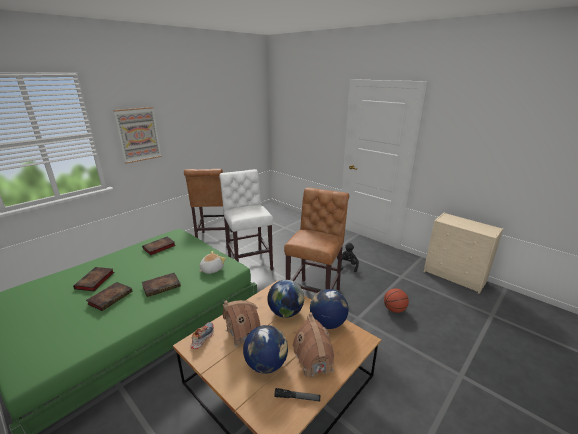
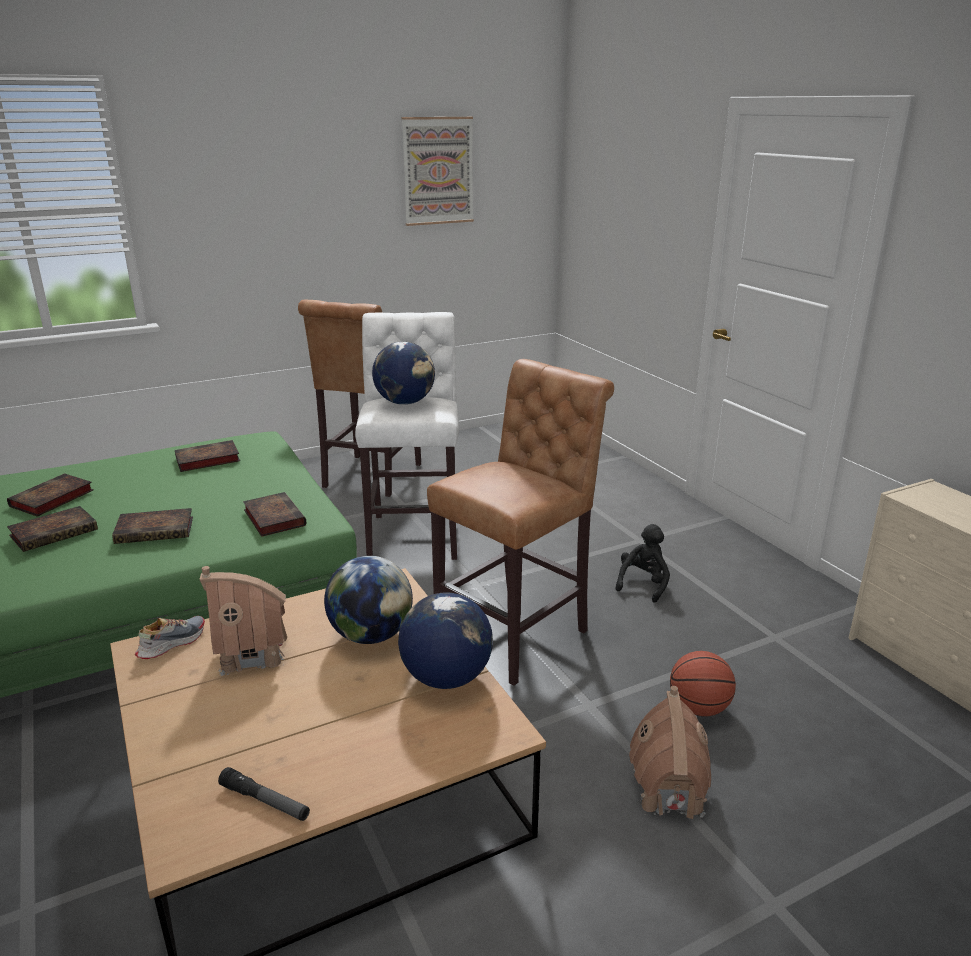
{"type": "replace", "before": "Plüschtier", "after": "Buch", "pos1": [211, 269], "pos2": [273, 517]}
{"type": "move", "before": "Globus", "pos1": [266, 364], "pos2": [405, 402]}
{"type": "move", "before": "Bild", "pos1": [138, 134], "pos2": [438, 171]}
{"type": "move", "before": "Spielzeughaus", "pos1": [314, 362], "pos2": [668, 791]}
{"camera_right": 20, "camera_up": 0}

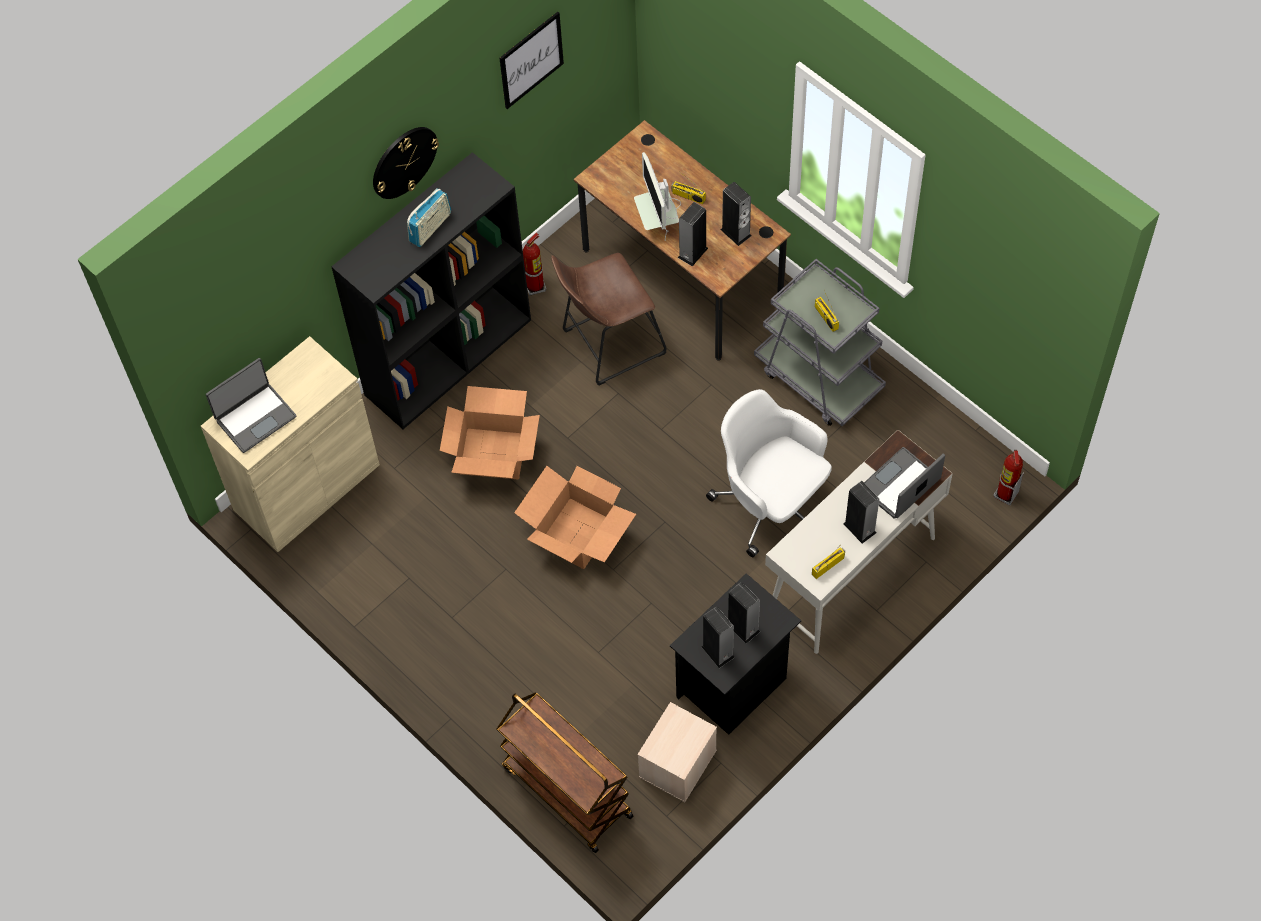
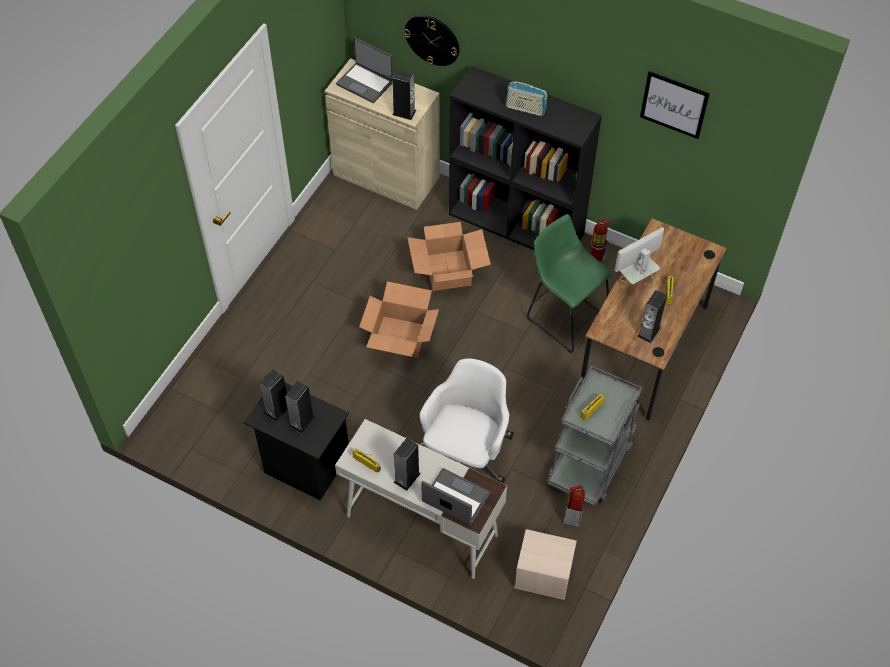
{"type": "move", "before": "Lautsprecher", "pos1": [692, 252], "pos2": [404, 112]}
{"type": "move", "before": "Wanduhr", "pos1": [404, 162], "pos2": [432, 40]}
{"type": "move", "before": "Aufbewahrungsbox [beige]", "pos1": [678, 765], "pos2": [542, 575]}
{"type": "recolor", "before": "Hocker [braun]", "after": "Hocker [grün]", "pos1": [608, 344], "pos2": [565, 315]}
{"type": "move", "before": "Feuerlöscher", "pos1": [1005, 495], "pos2": [572, 518]}
{"type": "delete", "before": "Rollwagen [braun]", "pos1": [566, 791]}
{"camera_right": 70, "camera_up": -5}

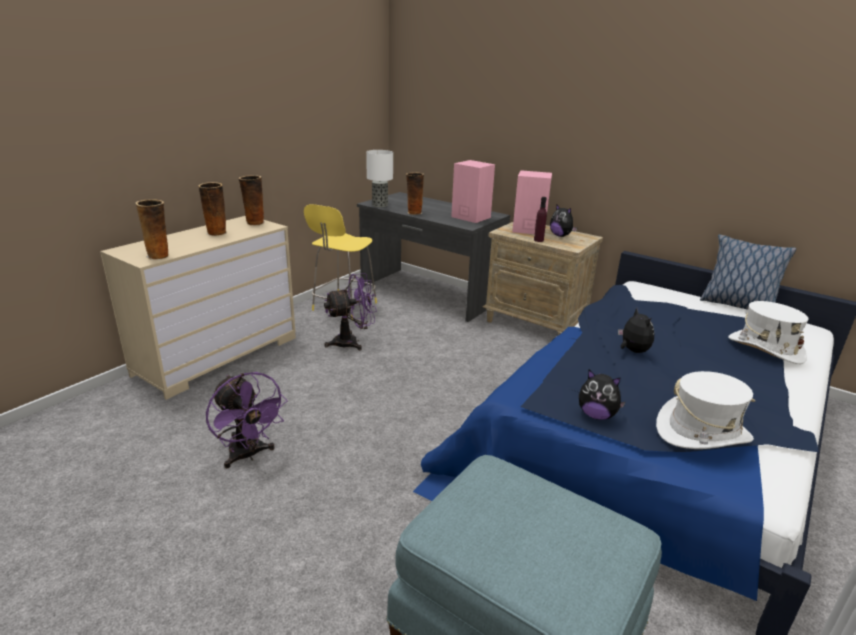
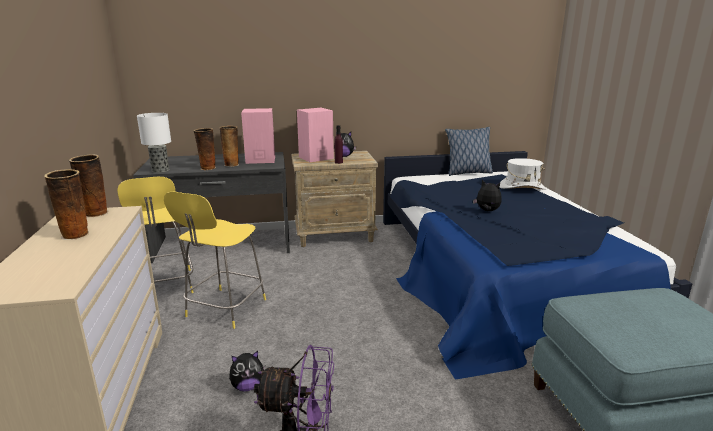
{"type": "replace", "before": "Ventilator [lila]", "after": "Hocker [gelb]", "pos1": [352, 342], "pos2": [224, 309]}
{"type": "move", "before": "Vase", "pos1": [159, 256], "pos2": [232, 164]}
{"type": "move", "before": "Plüschtier", "pos1": [596, 415], "pos2": [248, 386]}
{"type": "delete", "before": "Hut [weiß]", "pos1": [702, 433]}
{"camera_right": -45, "camera_up": -5}

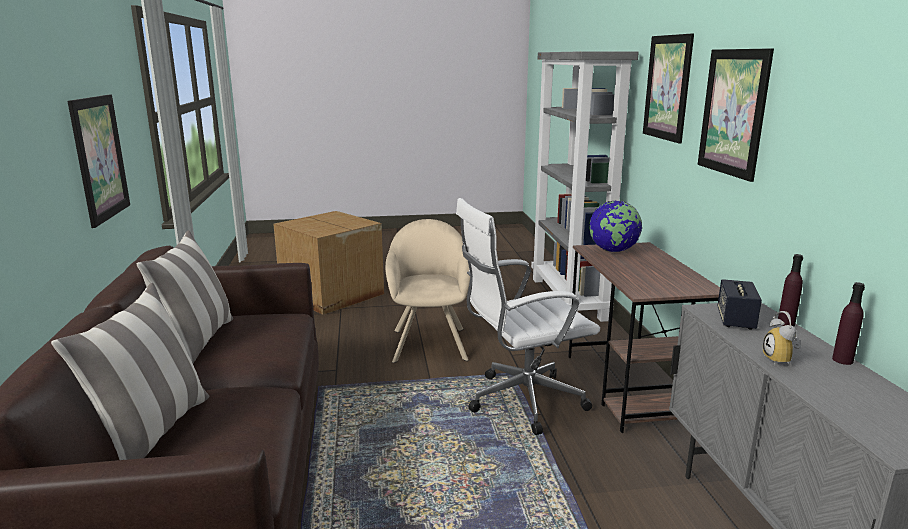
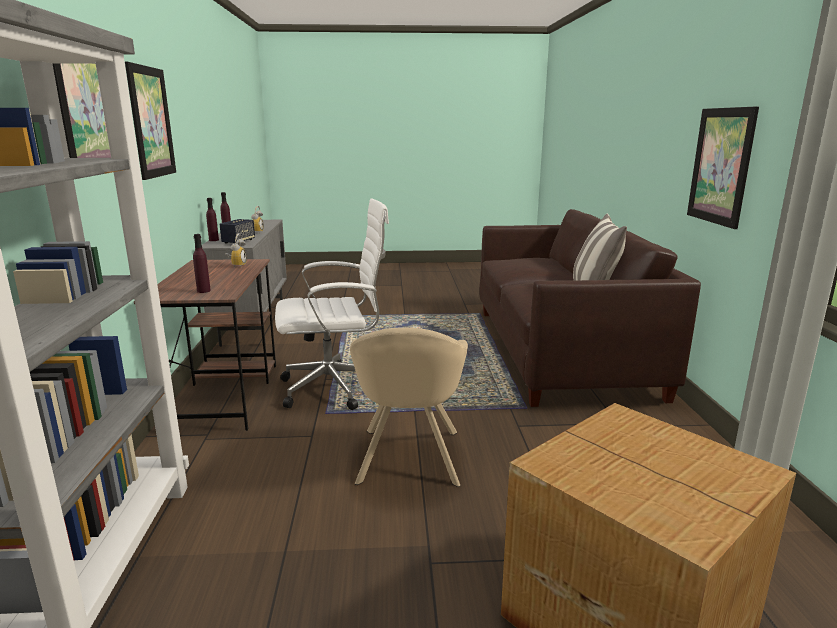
{"type": "replace", "before": "Globus", "after": "Flasche [lila]", "pos1": [613, 251], "pos2": [203, 291]}
{"type": "insert", "after": "Wecker", "pos2": [237, 265]}
{"type": "delete", "before": "Kissen", "pos1": [152, 432]}
{"camera_right": -175, "camera_up": 0}

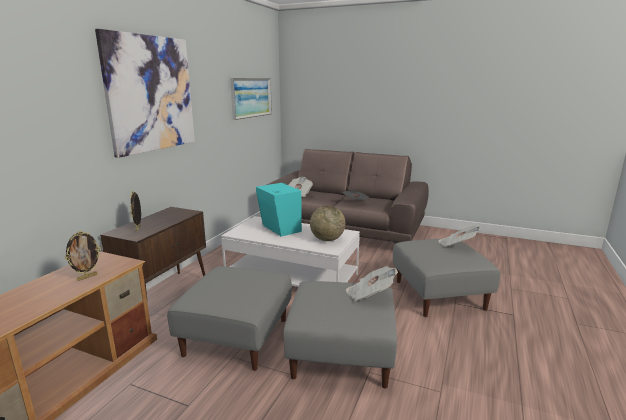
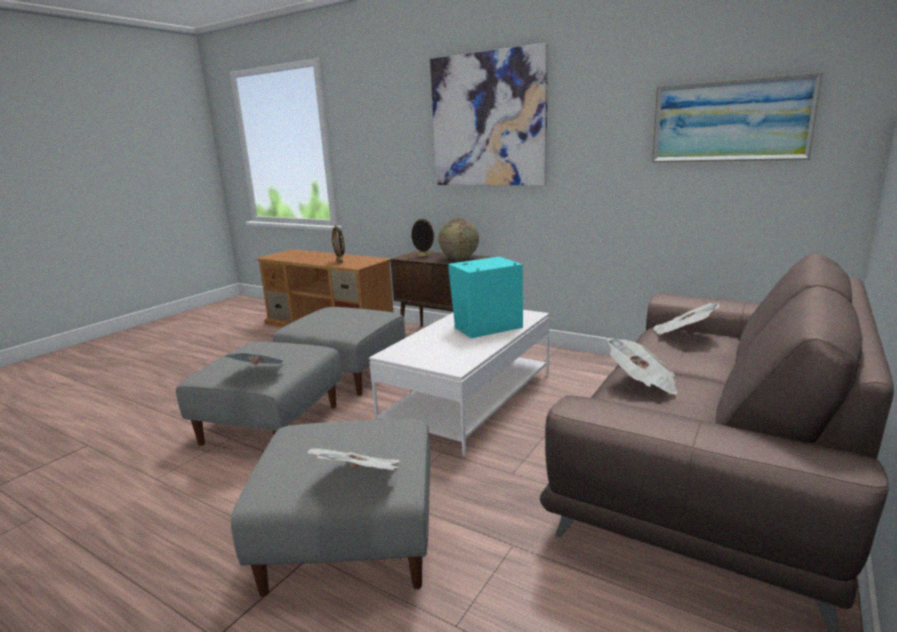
{"type": "move", "before": "Globus", "pos1": [327, 239], "pos2": [459, 258]}
{"camera_right": 100, "camera_up": 0}

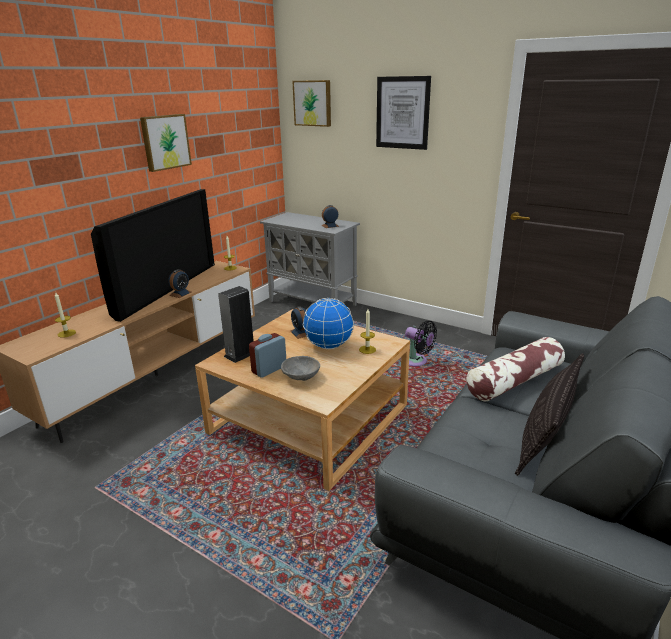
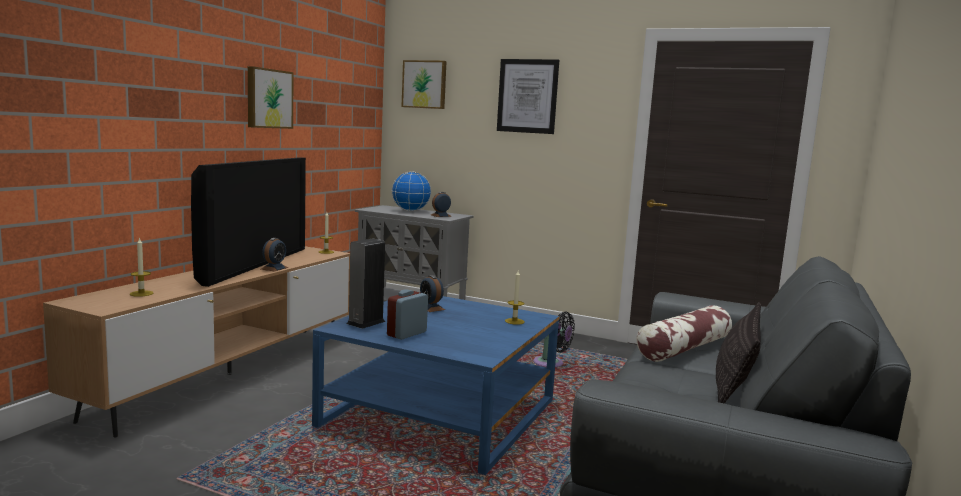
{"type": "recolor", "before": "Couchtisch [beige]", "after": "Couchtisch [blau]", "pos1": [309, 419], "pos2": [440, 413]}
{"type": "move", "before": "Globus", "pos1": [328, 346], "pos2": [410, 211]}
{"type": "delete", "before": "Schüssel [grau]", "pos1": [300, 377]}
{"camera_right": -10, "camera_up": -15}

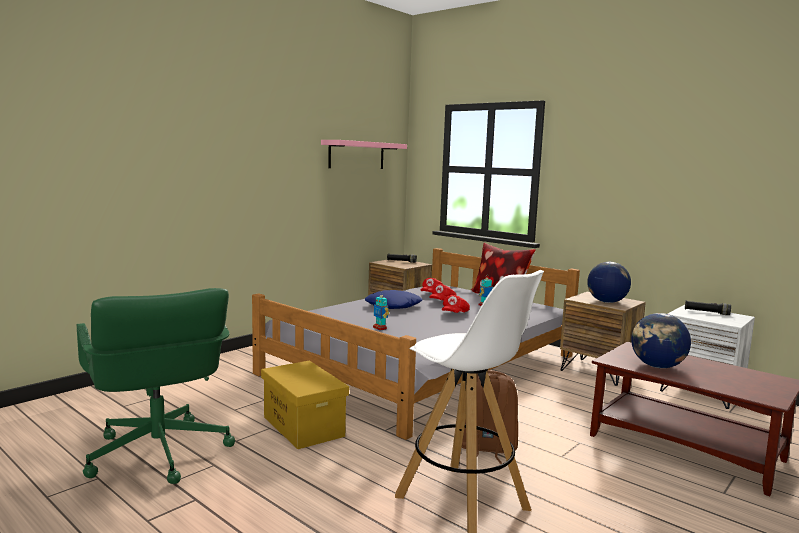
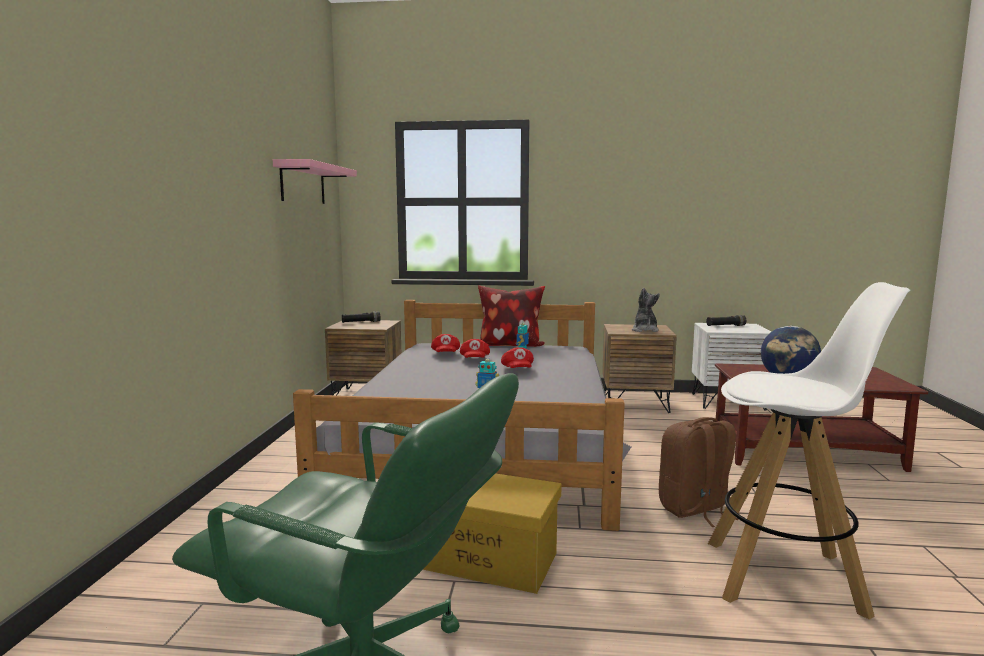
{"type": "replace", "before": "Globus", "after": "Plüschtier", "pos1": [606, 302], "pos2": [644, 330]}
{"type": "delete", "before": "Kissen [blau]", "pos1": [393, 306]}
{"camera_right": -35, "camera_up": 0}

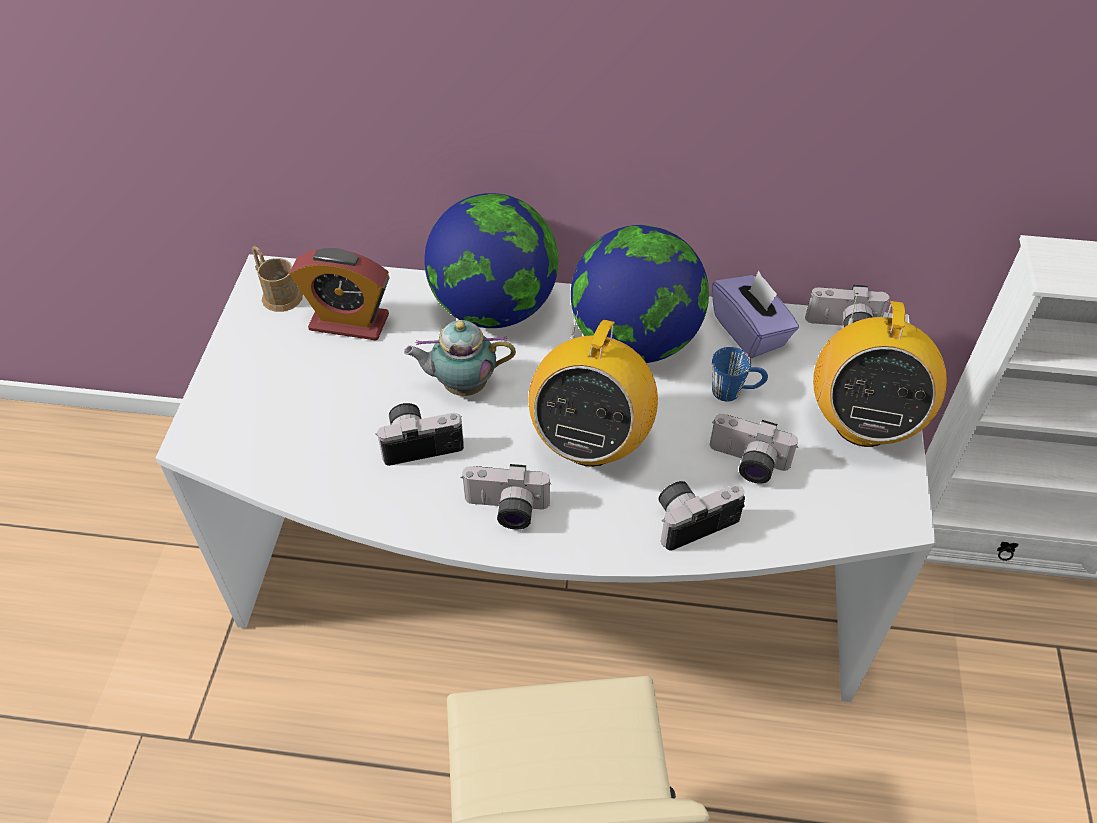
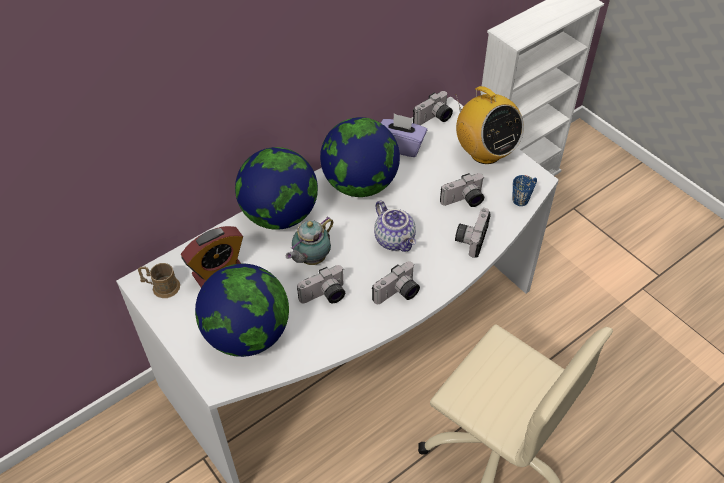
{"type": "insert", "after": "Globus", "pos2": [247, 335]}
{"type": "rotate", "before": "Kamera", "pos1": [420, 441], "pos2": [325, 296], "turn": -150}
{"type": "replace", "before": "Radio", "after": "Teekanne", "pos1": [590, 442], "pos2": [395, 240]}
{"type": "move", "before": "Henkelbecher [blau]", "pos1": [735, 391], "pos2": [523, 197]}
{"camera_right": -45, "camera_up": 0}

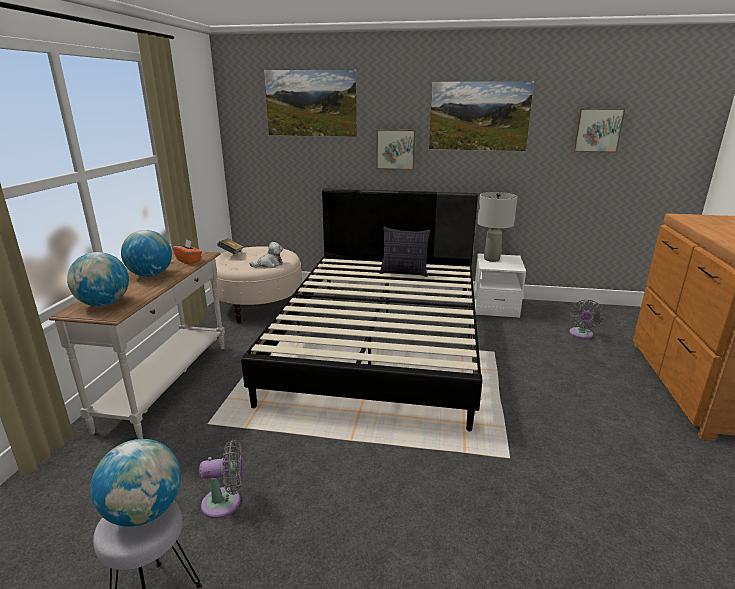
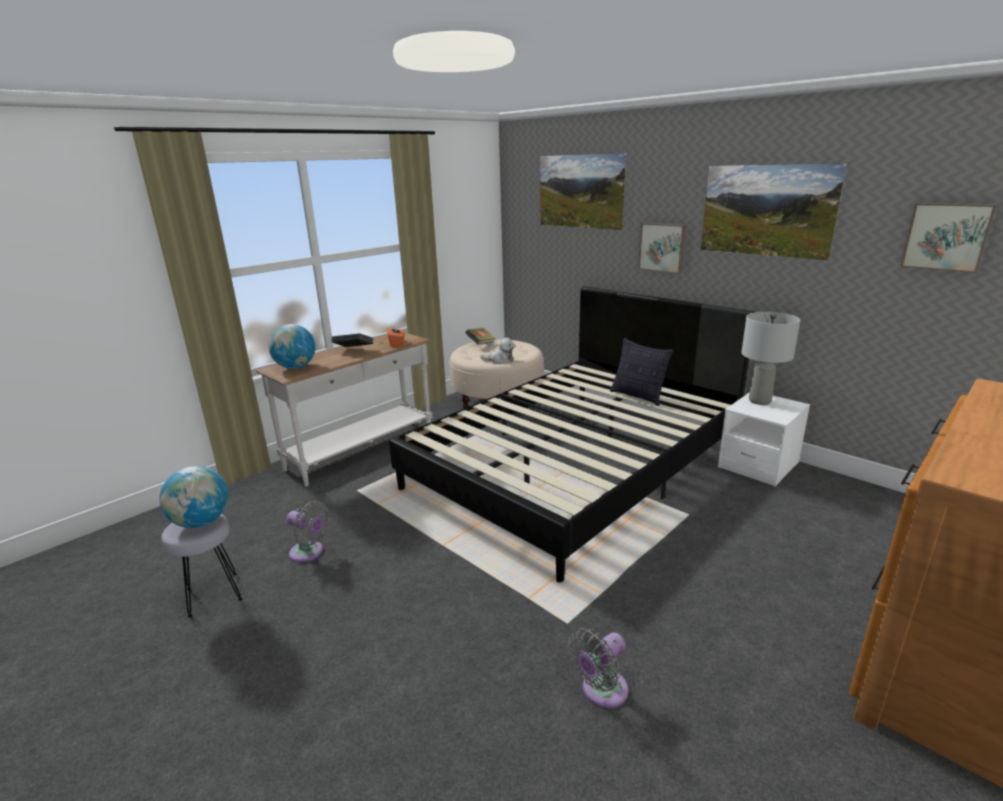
{"type": "replace", "before": "Globus", "after": "Buch", "pos1": [150, 275], "pos2": [354, 350]}
{"type": "move", "before": "Ventilator [grau]", "pos1": [581, 334], "pos2": [601, 691]}
{"camera_right": 35, "camera_up": 0}

